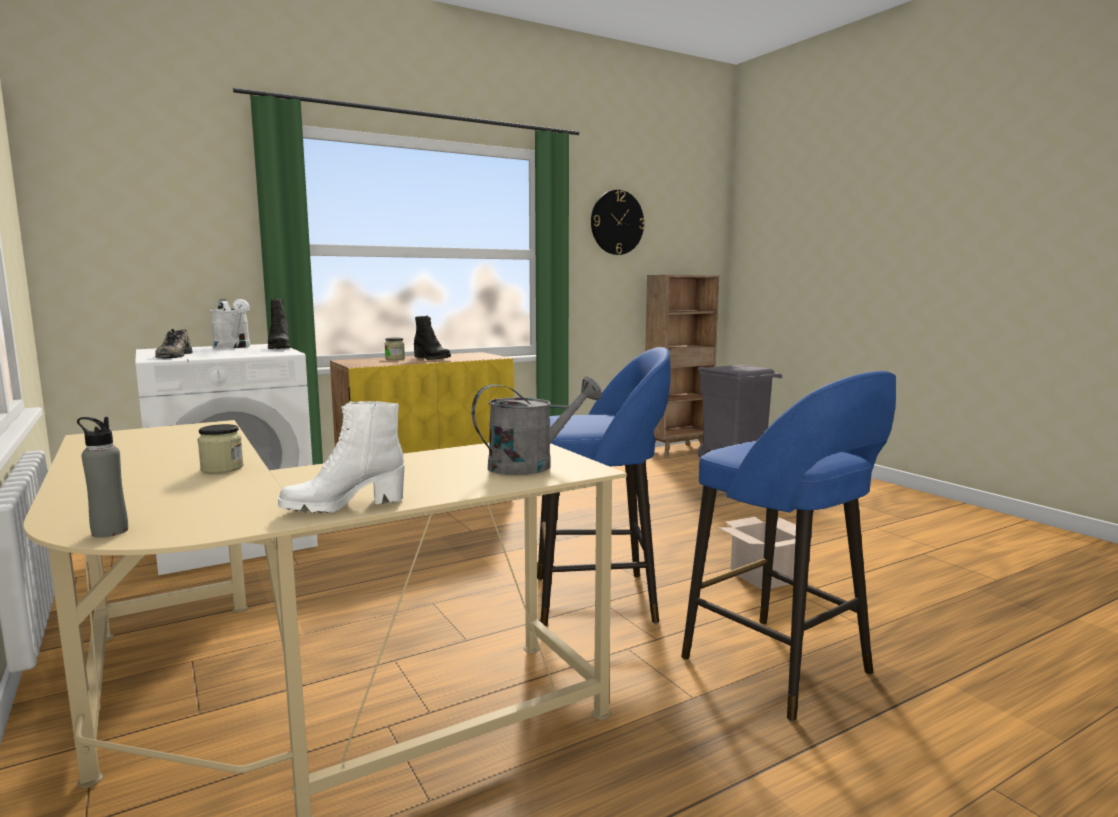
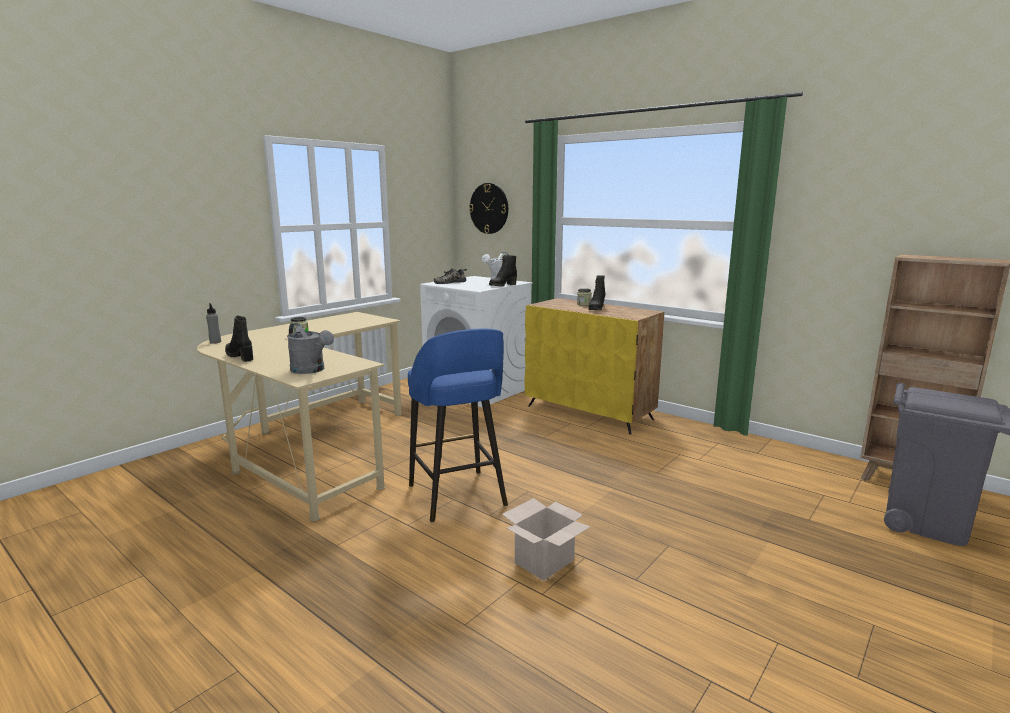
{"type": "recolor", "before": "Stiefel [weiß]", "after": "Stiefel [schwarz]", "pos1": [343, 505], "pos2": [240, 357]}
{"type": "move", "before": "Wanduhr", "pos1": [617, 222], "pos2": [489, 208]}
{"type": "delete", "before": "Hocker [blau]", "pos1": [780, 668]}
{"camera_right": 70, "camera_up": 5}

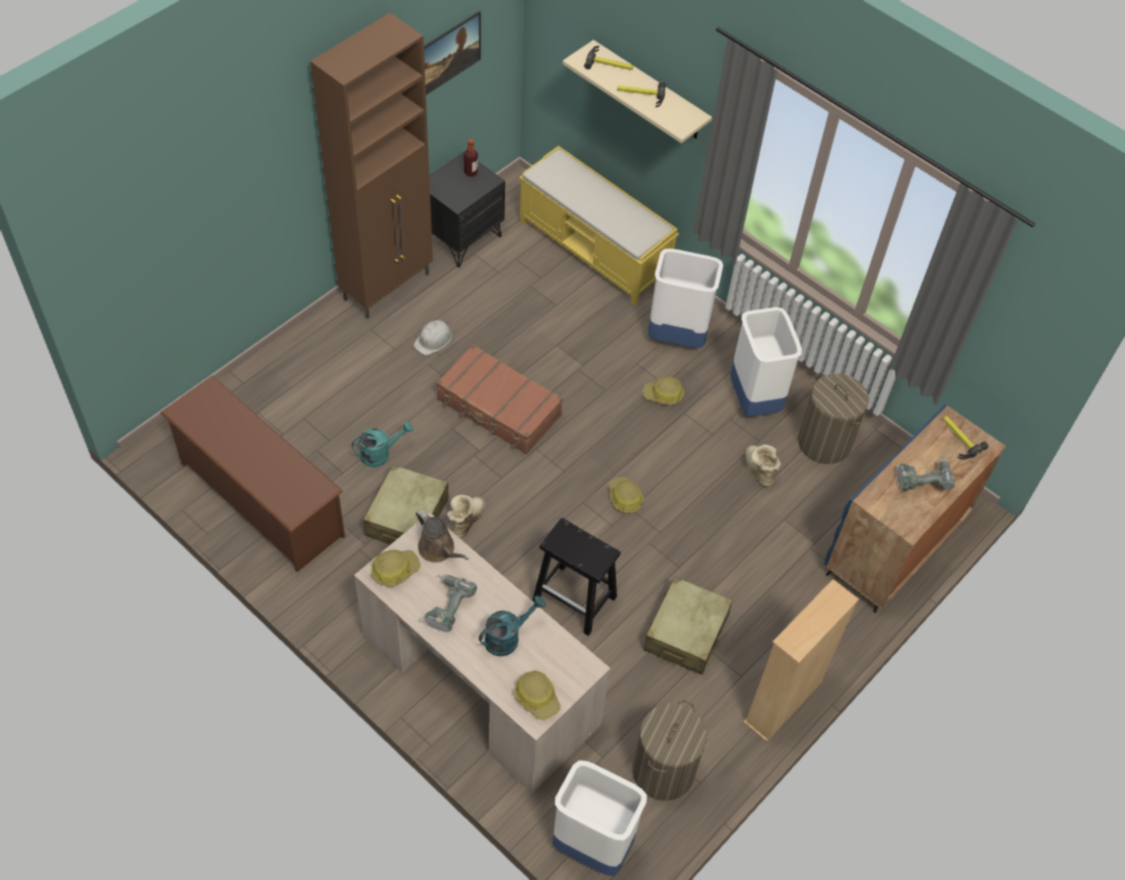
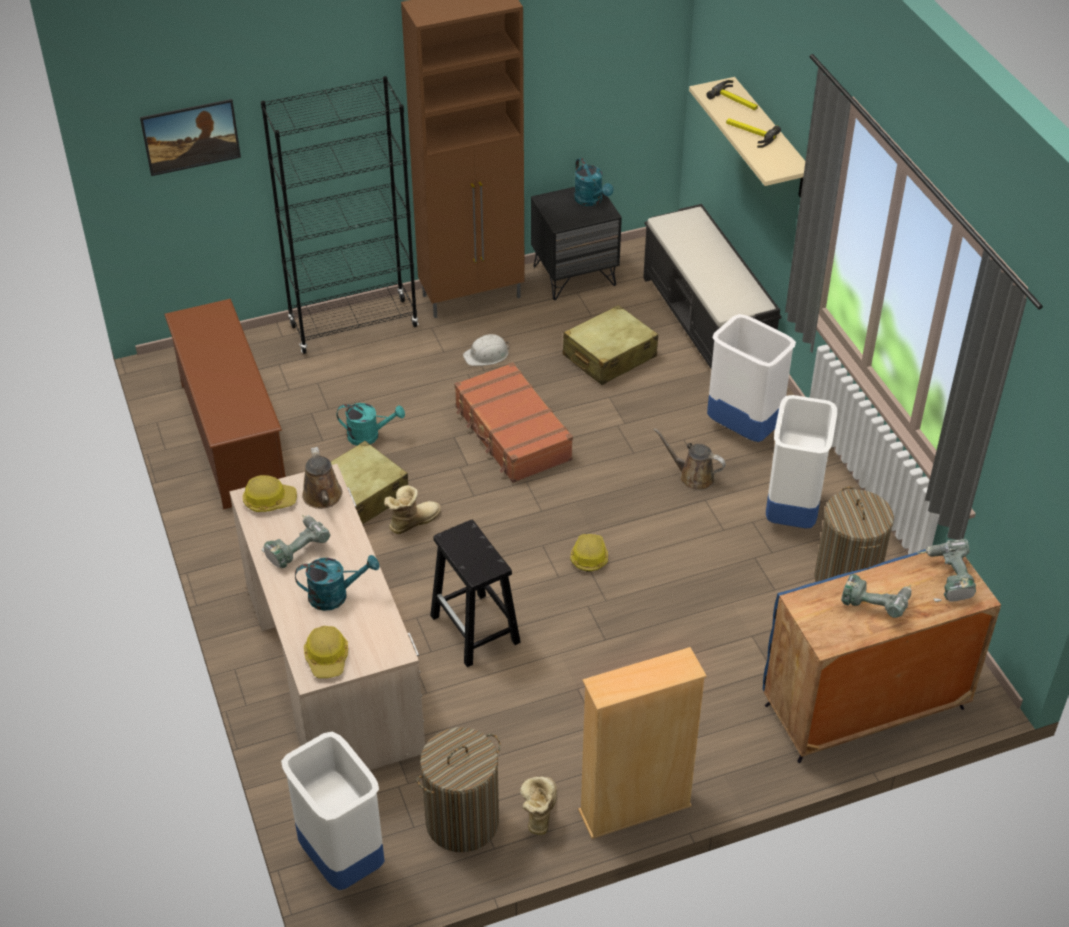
{"type": "move", "before": "Bild", "pos1": [450, 65], "pos2": [193, 151]}
{"type": "insert", "after": "Bücherregal [schwarz]", "pos2": [354, 326]}
{"type": "move", "before": "Stiefel", "pos1": [758, 471], "pos2": [539, 812]}
{"type": "move", "before": "Koffer [beige]", "pos1": [685, 633], "pos2": [609, 356]}
{"type": "replace", "before": "Flasche", "after": "Gießkanne [türkis]", "pos1": [471, 172], "pos2": [591, 201]}
{"type": "recolor", "before": "Bank [gelb]", "after": "Bank [schwarz]", "pos1": [595, 249], "pos2": [706, 324]}
{"type": "replace", "before": "Schutzhelm", "after": "Gießkanne [braun]", "pos1": [663, 395], "pos2": [693, 476]}
{"type": "replace", "before": "Hammer", "after": "Bohrmaschine", "pos1": [958, 438], "pos2": [946, 578]}
{"camera_right": 30, "camera_up": -10}

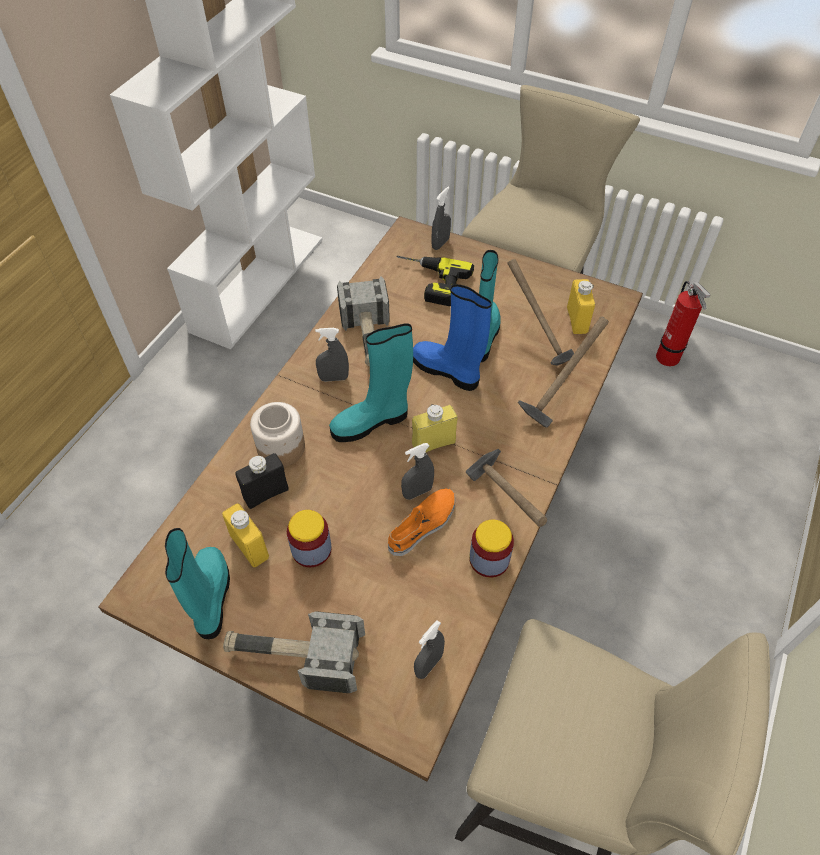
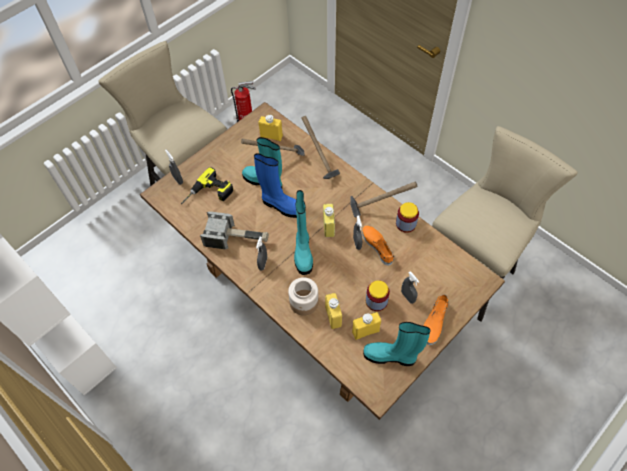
{"type": "rotate", "before": "Stiefel [blau]", "pos1": [447, 371], "pos2": [281, 206], "turn": -120}
{"type": "recolor", "before": "Flasche [schwarz]", "after": "Flasche [gelb]", "pos1": [266, 493], "pos2": [333, 316]}
{"type": "move", "before": "Sprühflasche [grau]", "pos1": [428, 665], "pos2": [408, 297]}
{"type": "replace", "before": "Hammer", "after": "Schuh [orange]", "pos1": [294, 655], "pos2": [434, 322]}
{"camera_right": -70, "camera_up": 5}

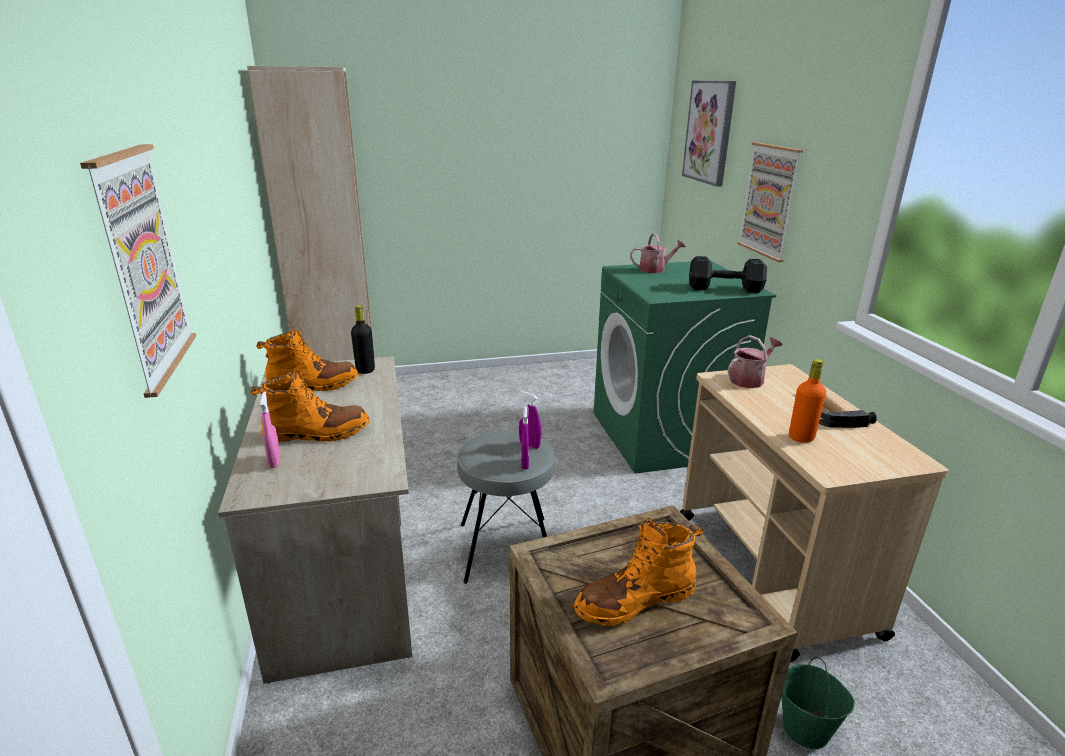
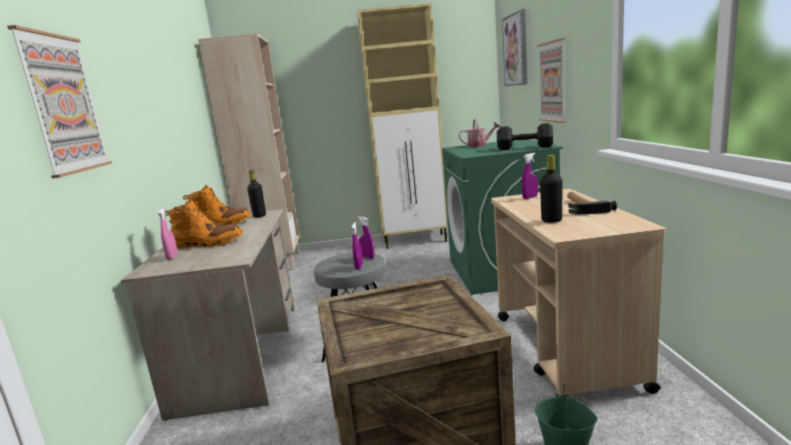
{"type": "insert", "after": "Schrank [beige]", "pos2": [416, 241]}
{"type": "replace", "before": "Gießkanne", "after": "Sprühflasche [lila]", "pos1": [750, 379], "pos2": [530, 197]}
{"type": "recolor", "before": "Flasche [orange]", "after": "Flasche [schwarz]", "pos1": [801, 437], "pos2": [551, 220]}
{"type": "delete", "before": "Stiefel [orange]", "pos1": [635, 600]}
{"camera_right": 10, "camera_up": -10}

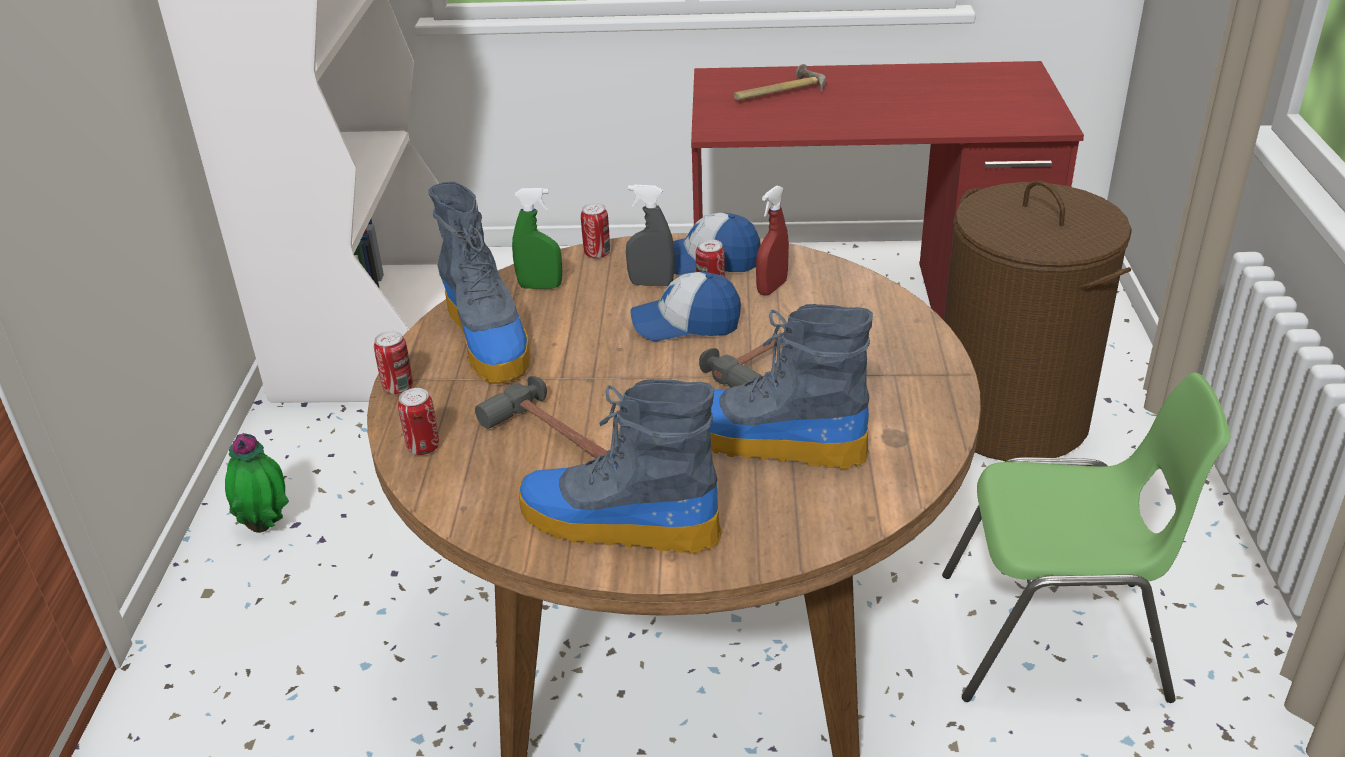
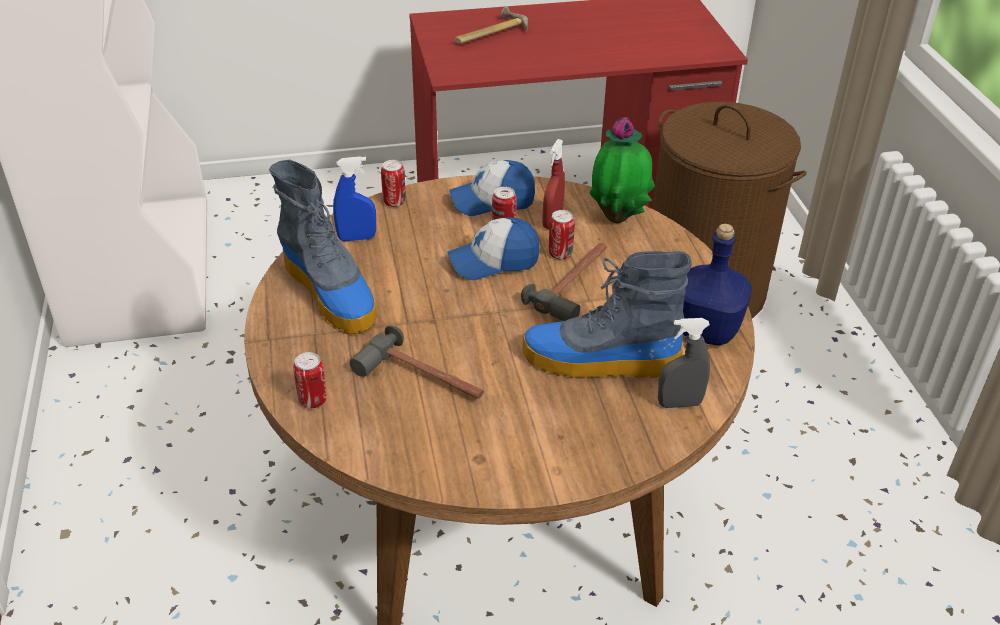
{"type": "recolor", "before": "Sprühflasche [grün]", "after": "Sprühflasche [blau]", "pos1": [540, 286], "pos2": [357, 238]}
{"type": "move", "before": "Dose", "pos1": [398, 387], "pos2": [560, 254]}
{"type": "move", "before": "Topfpflanze", "pos1": [267, 525], "pos2": [618, 217]}
{"type": "move", "before": "Sprühflasche [grau]", "pos1": [651, 284], "pos2": [679, 403]}
{"type": "insert", "after": "Flasche [blau]", "pos2": [708, 331]}
{"type": "delete", "before": "Stiefel", "pos1": [616, 524]}
{"type": "delete", "before": "Stuhl [grün]", "pos1": [1056, 638]}
{"camera_right": -15, "camera_up": 5}

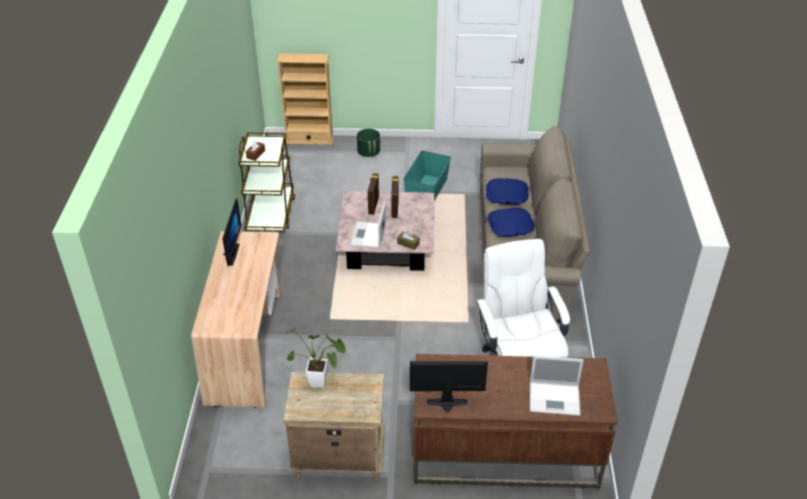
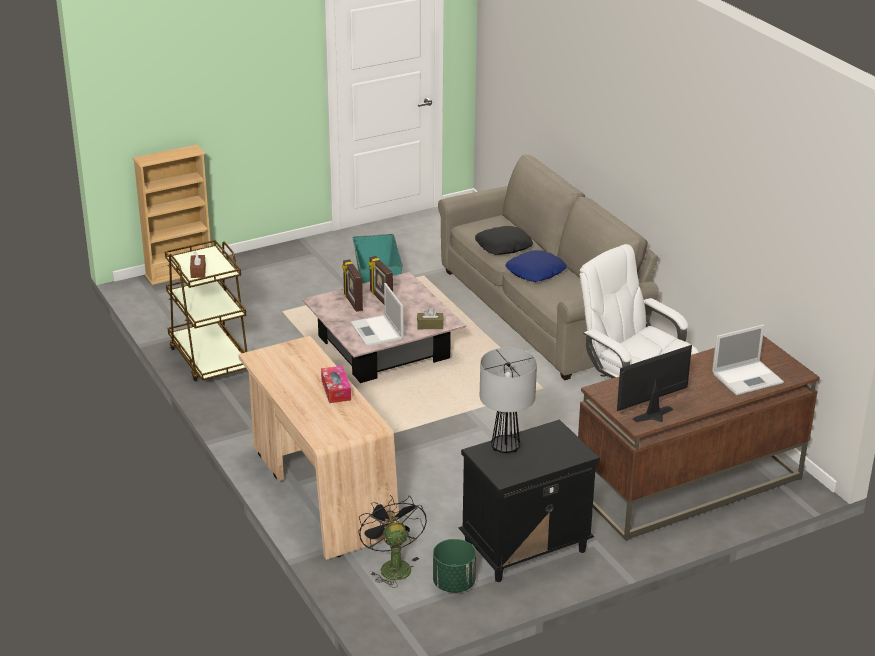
{"type": "insert", "after": "Taschentuchbox", "pos2": [336, 390]}
{"type": "insert", "after": "Ventilator [schwarz]", "pos2": [392, 566]}
{"type": "move", "before": "Pflanzkübel [grün]", "pos1": [368, 153], "pos2": [453, 583]}
{"type": "recolor", "before": "Nachttisch [beige]", "after": "Nachttisch [schwarz]", "pos1": [338, 456], "pos2": [524, 549]}
{"type": "recolor", "before": "Kissen [blau]", "after": "Kissen [schwarz]", "pos1": [506, 195], "pos2": [503, 246]}
{"type": "replace", "before": "Topfpflanze", "after": "Tischlampe", "pos1": [322, 383], "pos2": [506, 447]}
{"type": "delete", "before": "Monitor", "pos1": [229, 254]}
{"camera_right": -30, "camera_up": -10}

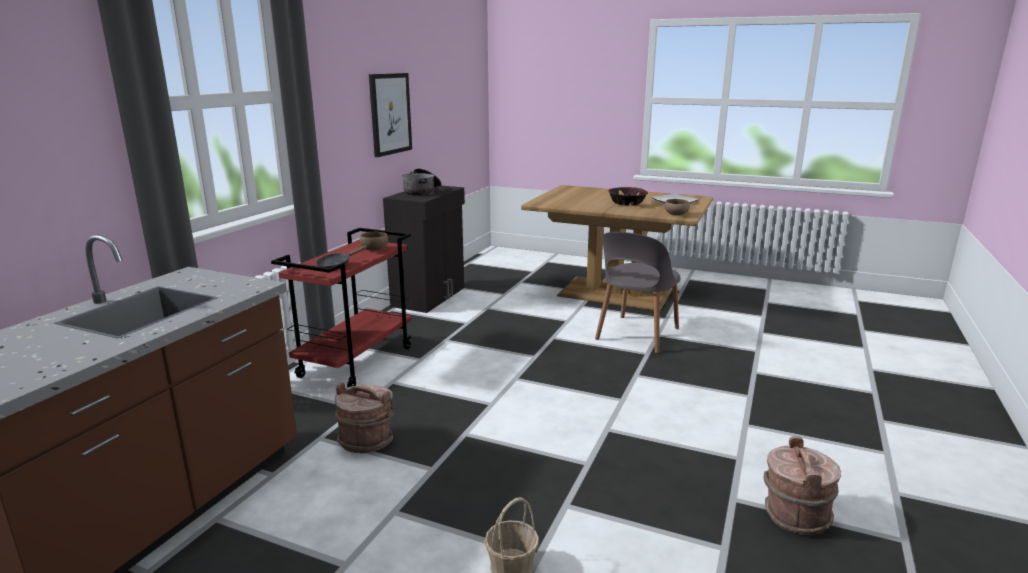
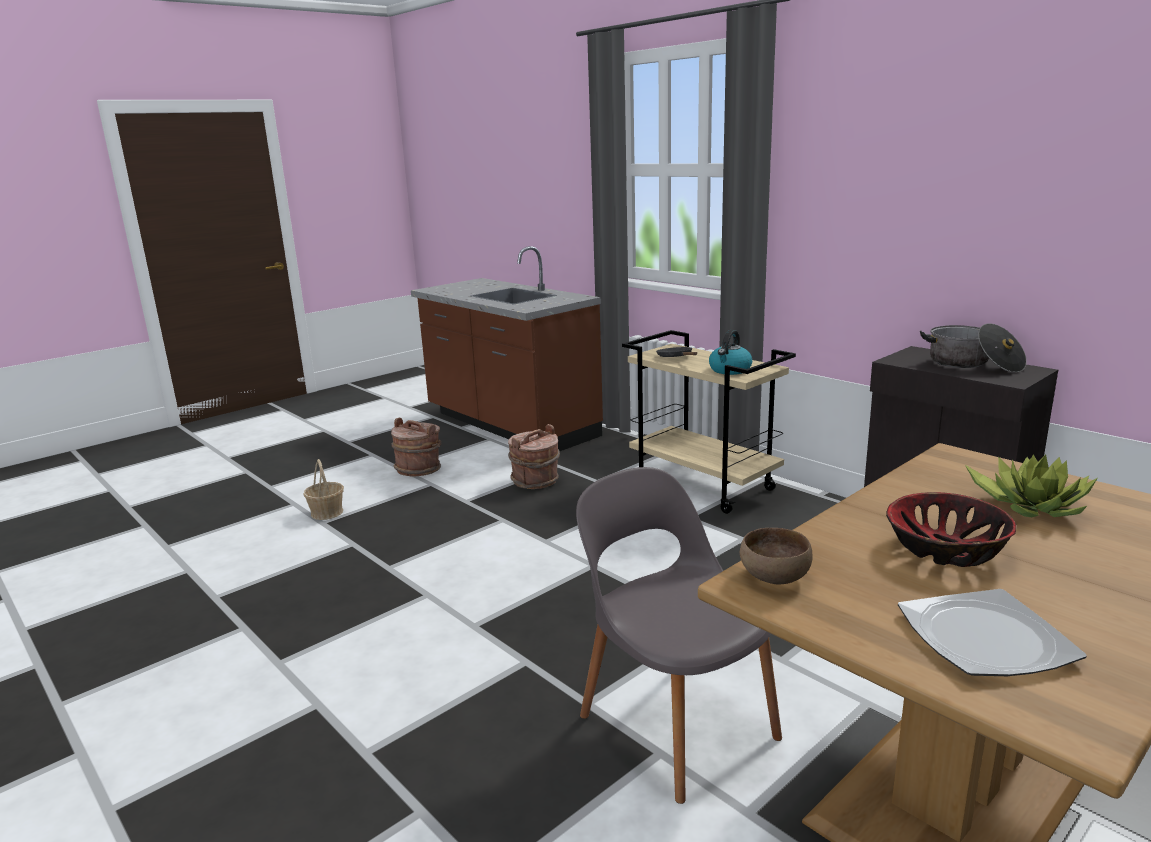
{"type": "move", "before": "Eimer [braun]", "pos1": [794, 515], "pos2": [419, 469]}
{"type": "recolor", "before": "Rollwagen [rot]", "after": "Rollwagen [beige]", "pos1": [356, 361], "pos2": [705, 485]}
{"type": "replace", "before": "Schüssel [braun]", "after": "Wasserkessel", "pos1": [374, 249], "pos2": [730, 370]}
{"type": "insert", "after": "Topfpflanze", "pos2": [1030, 505]}
{"type": "delete", "before": "Bild", "pos1": [390, 114]}
{"camera_right": 115, "camera_up": 0}

